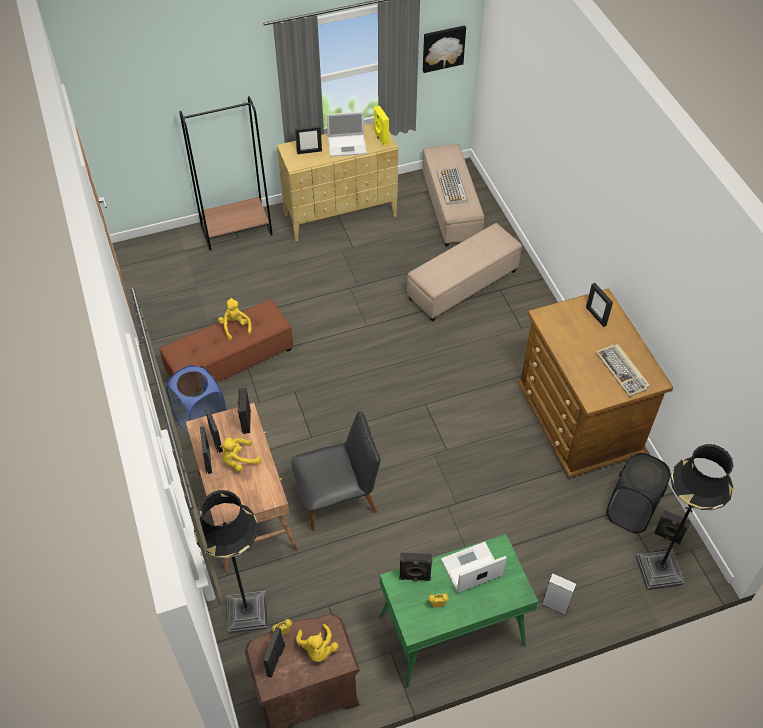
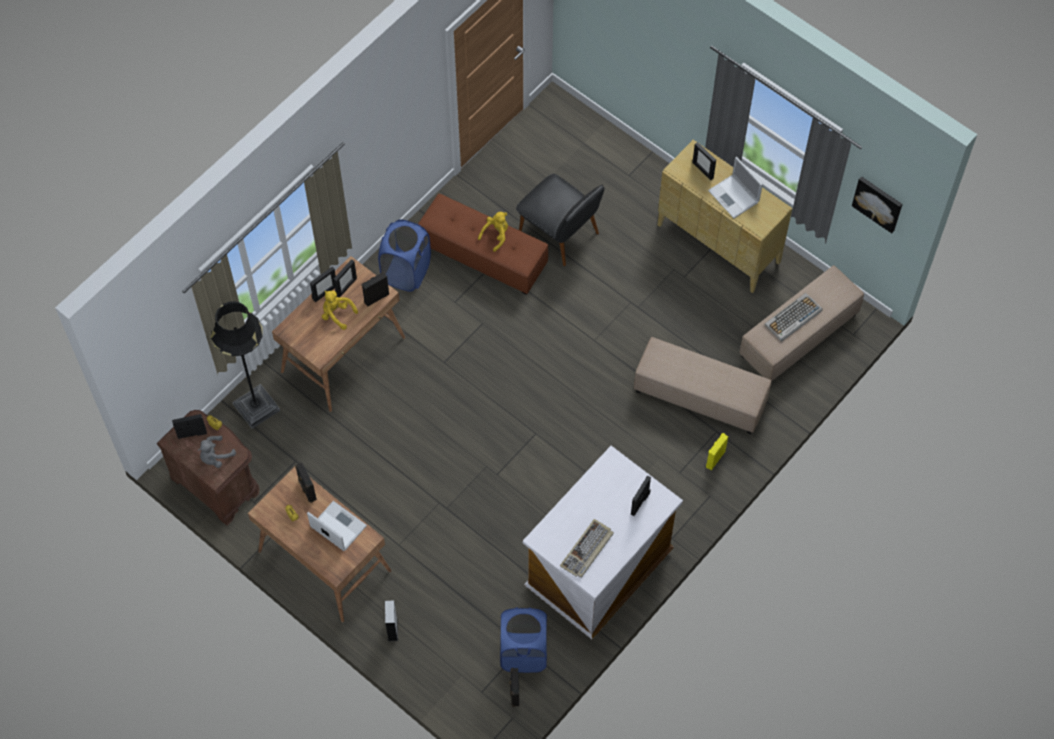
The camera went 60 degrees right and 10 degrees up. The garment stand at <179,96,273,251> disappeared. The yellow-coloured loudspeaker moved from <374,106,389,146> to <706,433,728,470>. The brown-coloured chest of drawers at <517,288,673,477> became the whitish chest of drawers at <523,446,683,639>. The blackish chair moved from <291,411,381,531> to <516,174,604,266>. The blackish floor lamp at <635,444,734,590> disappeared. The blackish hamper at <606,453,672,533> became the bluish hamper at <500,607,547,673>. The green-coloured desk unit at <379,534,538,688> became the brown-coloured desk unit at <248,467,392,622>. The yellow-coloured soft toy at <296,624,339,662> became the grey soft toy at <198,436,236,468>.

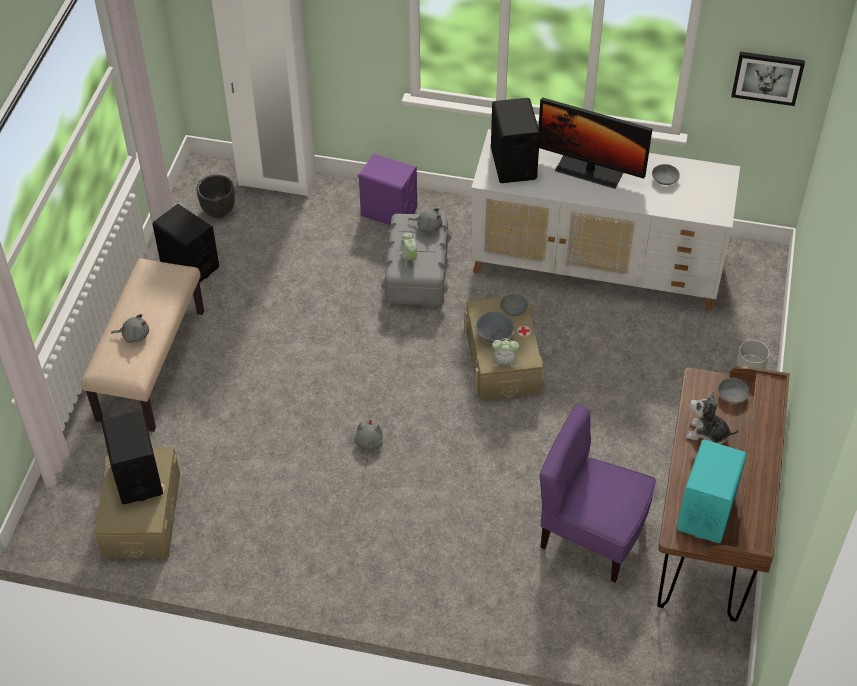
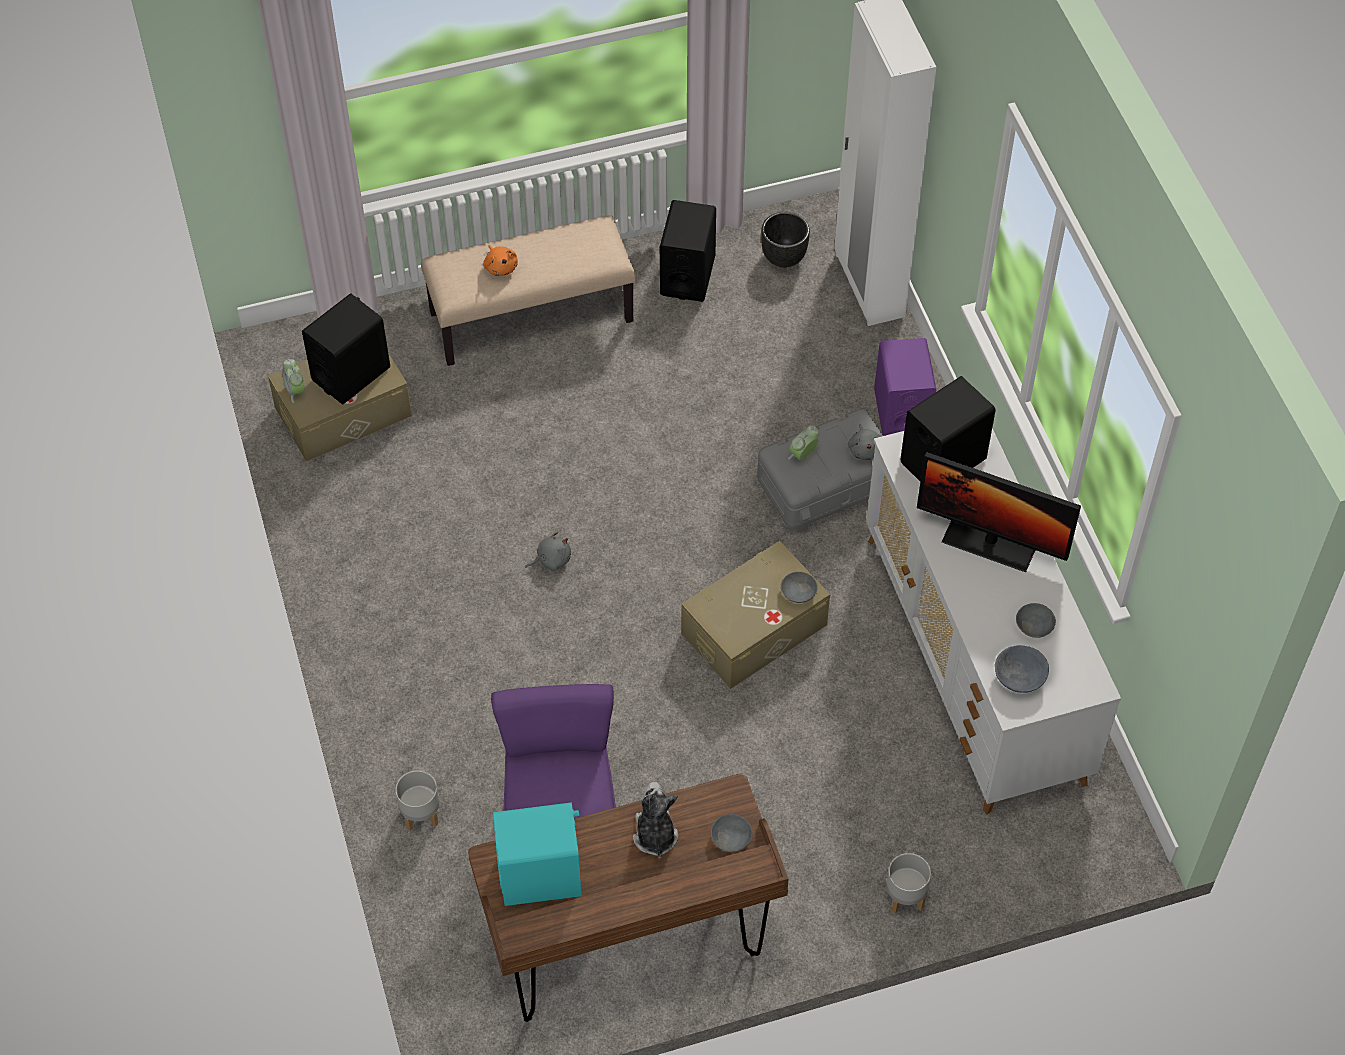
The camera went 60 degrees right and 5 degrees up. The wall art at <731,52,805,106> disappeared. The computer display at <538,97,652,189> turned 60 degrees counterclockwise. The grey deep dish moved from <476,312,513,343> to <995,645,1049,693>. The grey soft toy at <111,314,149,343> became the orangey soft toy at <483,245,518,276>. The table clock moved from <492,339,519,367> to <282,359,305,403>. The grey plant pot at <396,770,439,831> appeared.

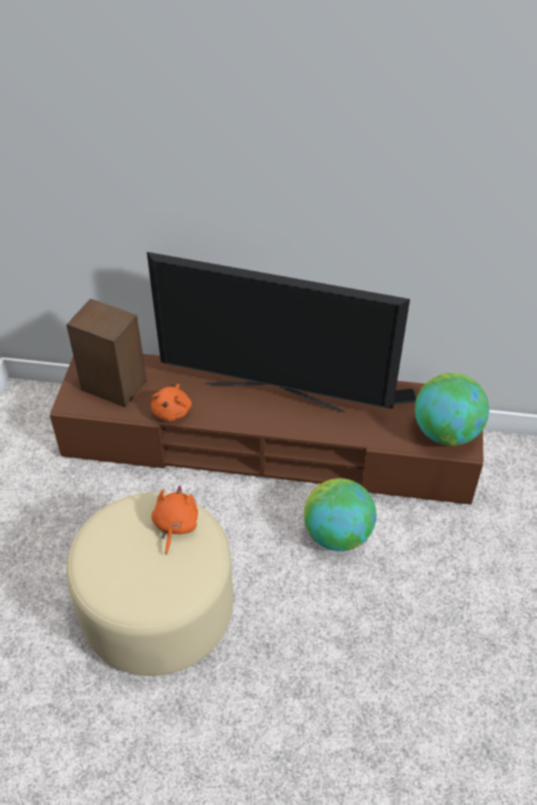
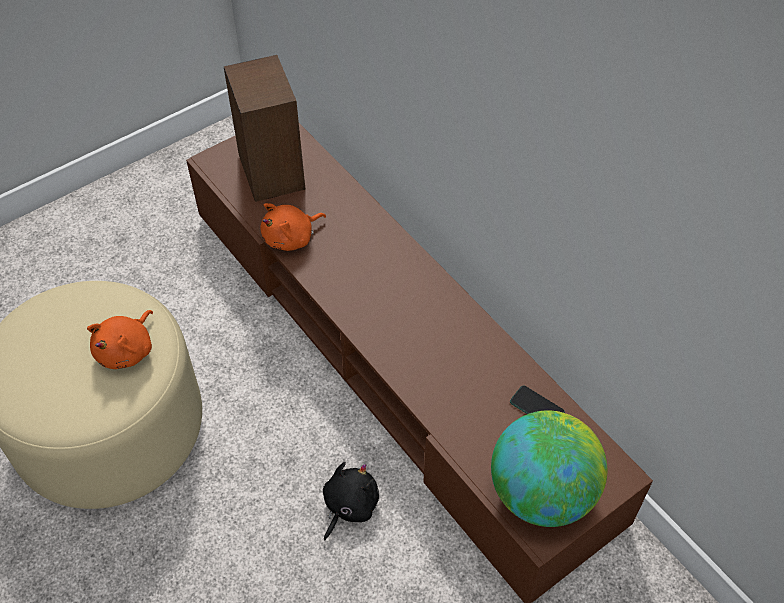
The camera went 45 degrees right and 5 degrees up. The television at <147,252,410,412> disappeared. The desk globe at <304,478,376,551> was replaced by the blackish soft toy at <323,462,379,540>. The orangey soft toy at <151,485,198,555> turned 150 degrees clockwise.

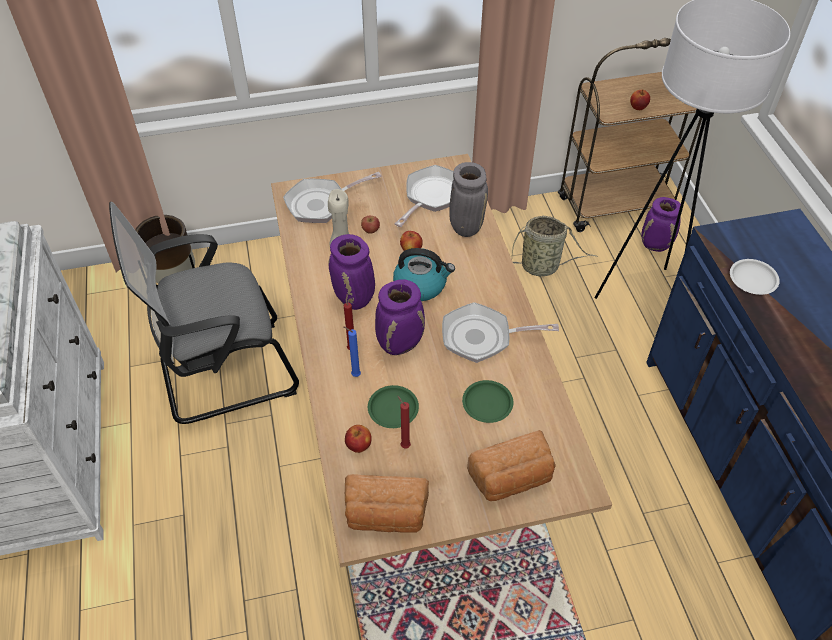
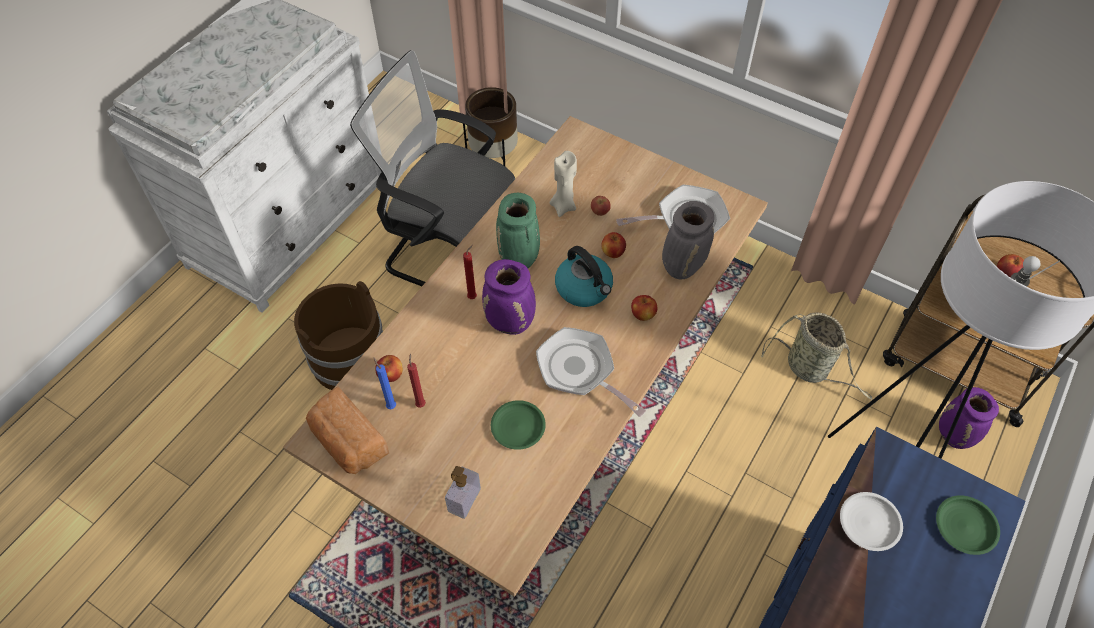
The camera went 45 degrees right and 5 degrees up. The skillet at <283,172,382,223> disappeared. The purple-coloured vase at <328,234,375,310> became the green-coloured vase at <496,193,540,268>. The bluish candle moved from <344,327,361,377> to <374,358,396,409>. The green-coloured dinner plate moved from <368,385,419,428> to <936,495,1000,555>. The bakery bread at <467,430,556,501> was replaced by the soap dispenser at <445,466,481,519>. The brown-coloured pail at <294,281,383,390> appeared. The whole apple at <631,295,658,321> appeared.

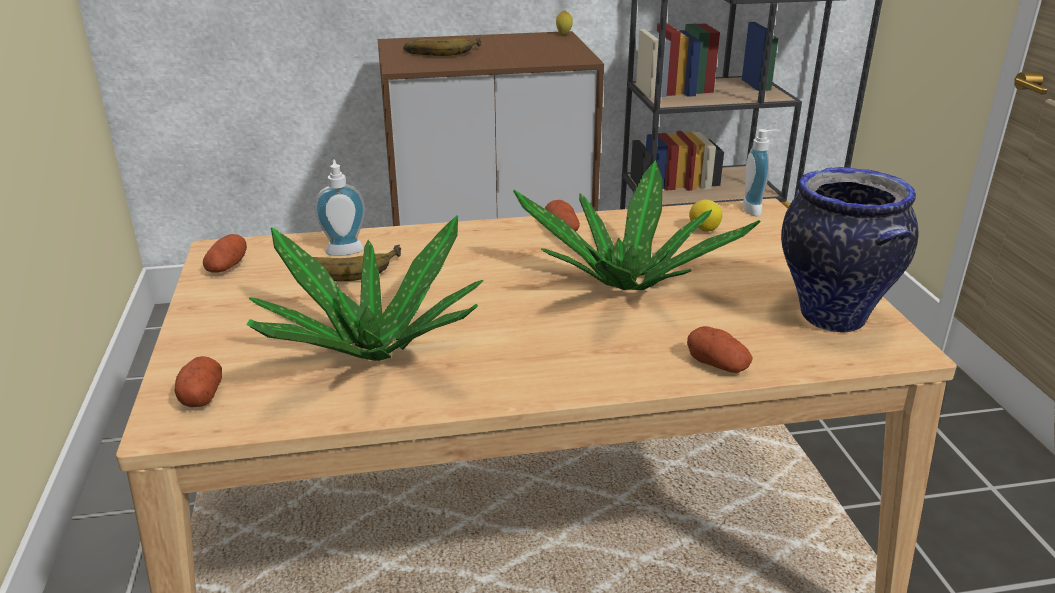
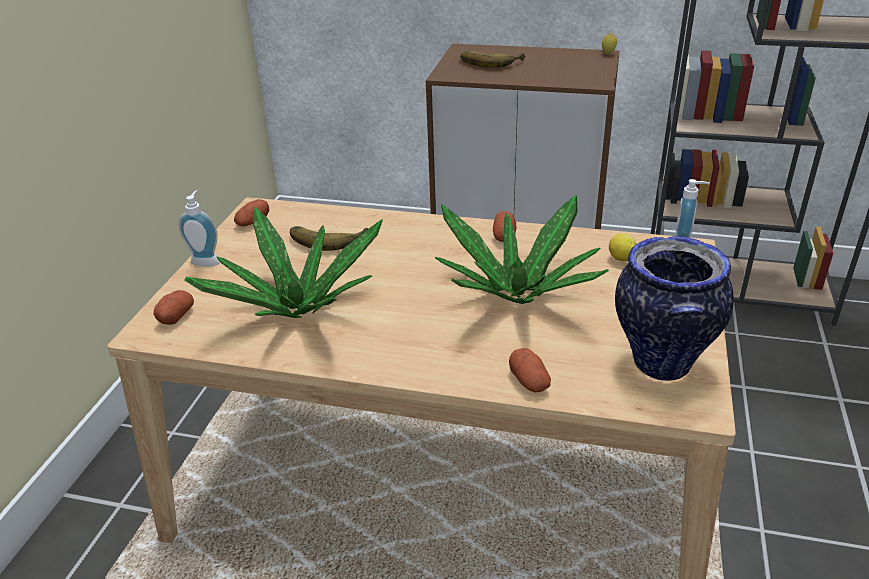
The camera went 25 degrees right and 5 degrees up. The soap dispenser moved from <315,159,365,256> to <178,190,220,267>.

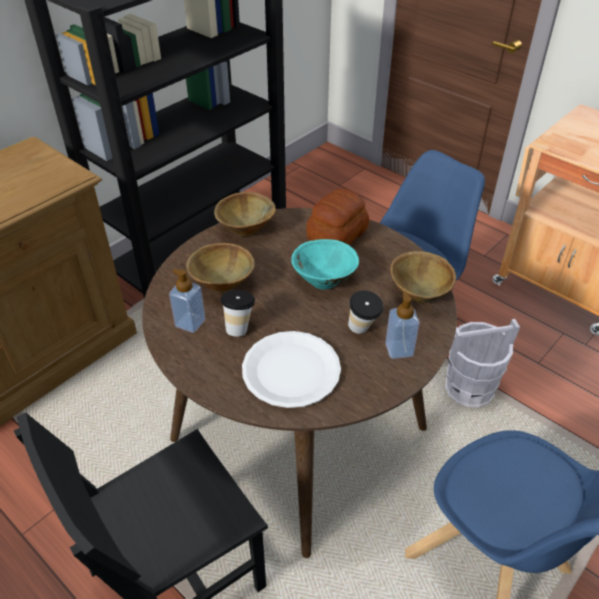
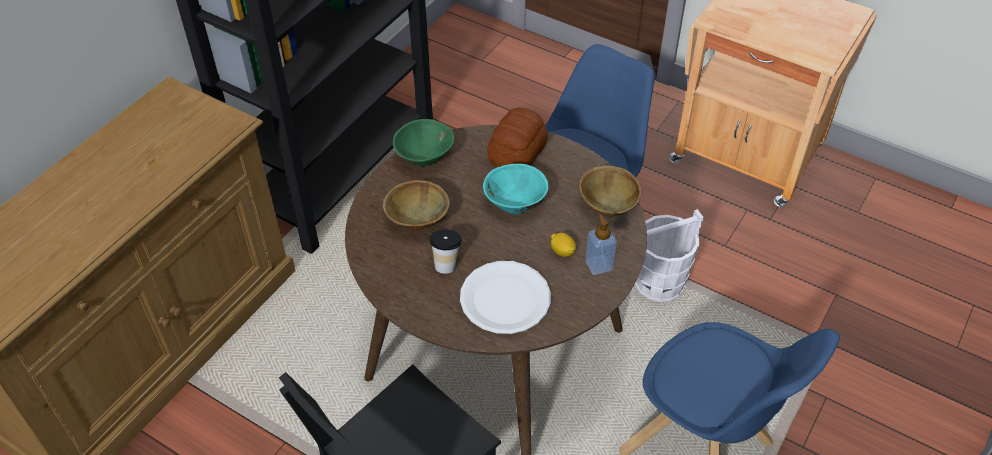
The camera went 10 degrees left and 5 degrees up. The brown-coloured deep dish at <214,192,276,236> became the green-coloured deep dish at <393,119,455,166>. The soap dispenser at <169,269,205,333> disappeared. The small cup at <348,290,384,334> was replaced by the lemon at <551,233,576,257>.

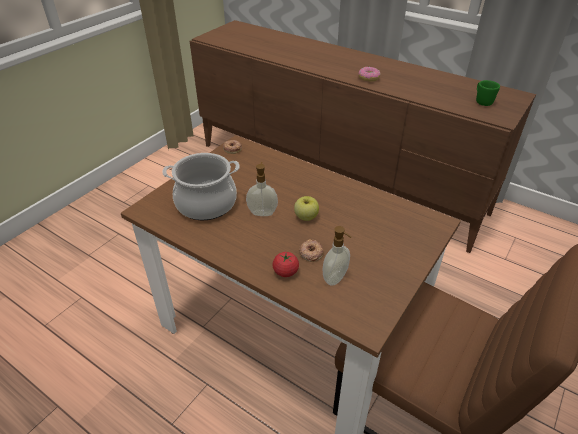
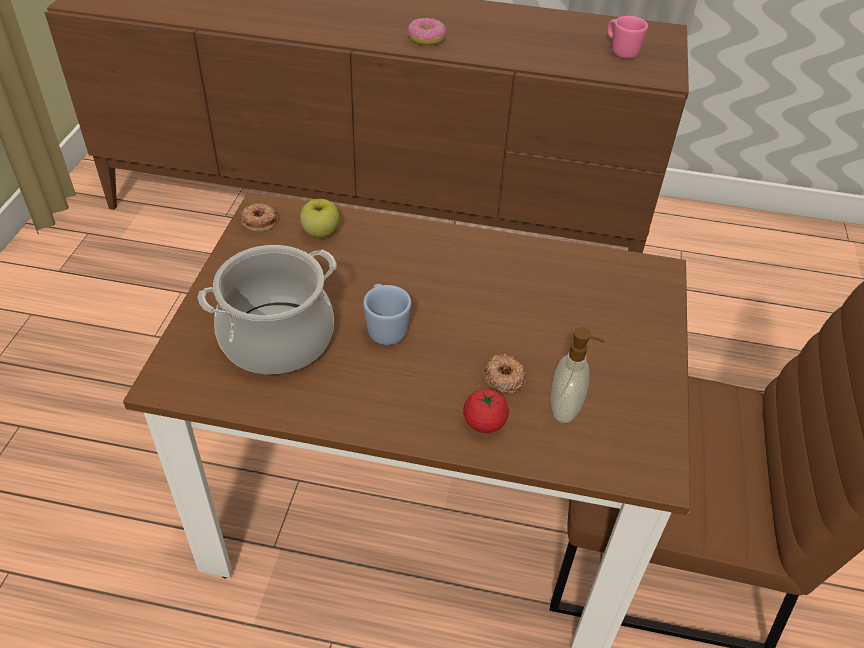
The camera went 25 degrees left and 5 degrees up. The green-coloured mug at <476,80,500,106> became the pink mug at <607,16,648,59>. The soap dispenser at <246,162,278,216> was replaced by the bluish mug at <363,284,411,345>. The whole apple moved from <294,196,319,221> to <300,199,340,238>.

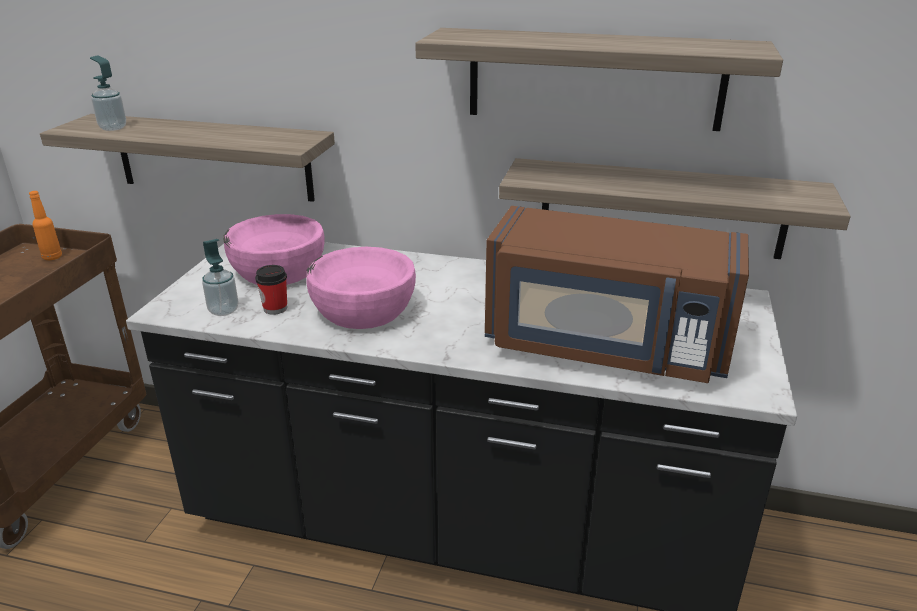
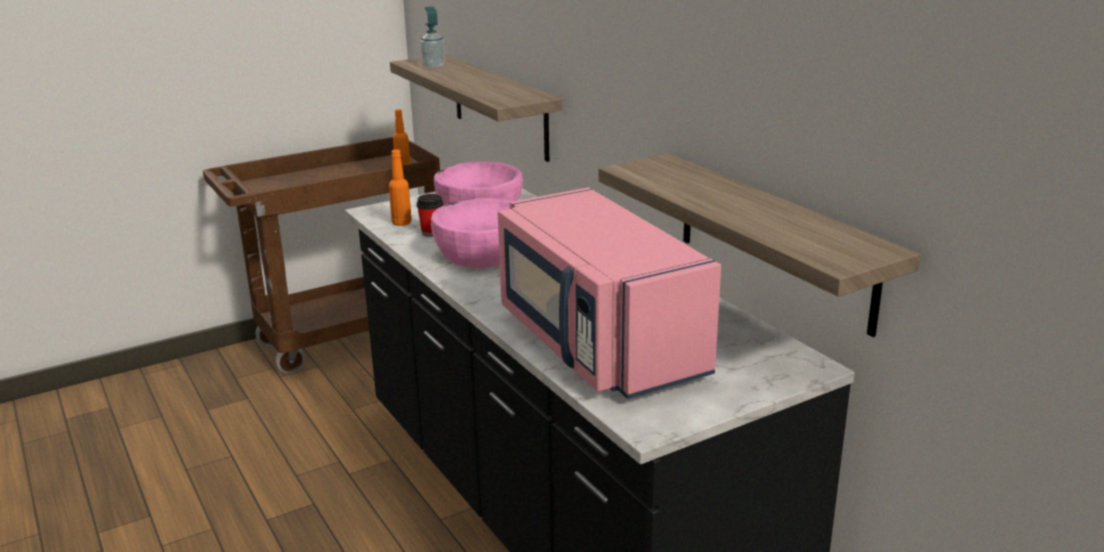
The camera went 45 degrees right and 5 degrees down. The shelf at <415,28,783,131> disappeared. The brown-coloured microwave oven at <485,206,749,383> became the pink microwave oven at <498,187,721,399>. The soap dispenser at <202,239,238,316> was replaced by the orangey beverage bottle at <389,150,412,226>.

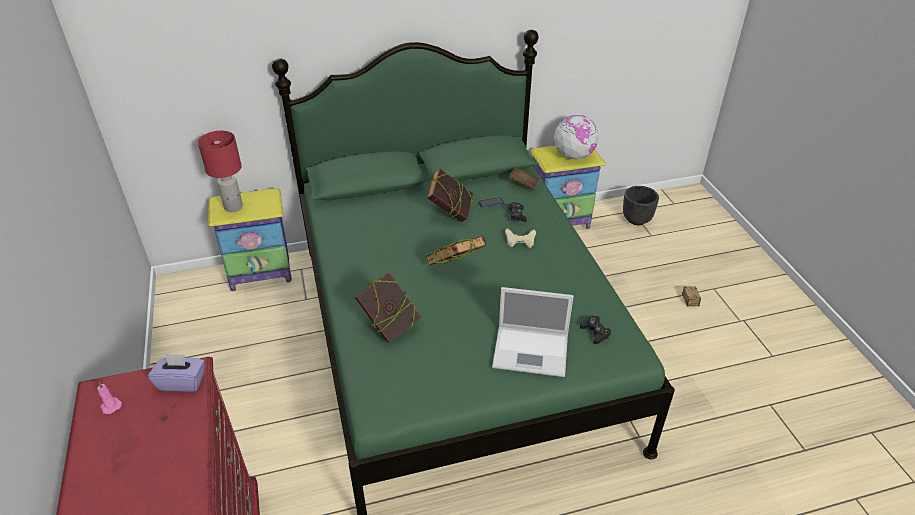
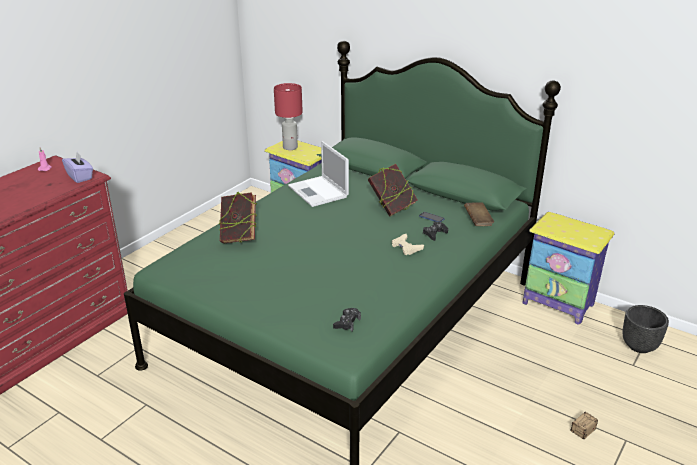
The camera went 50 degrees right and 10 degrees down. The desk globe at <554,115,598,160> disappeared. The bound book at <425,236,486,266> disappeared. The notebook computer moved from <492,287,573,377> to <288,141,349,207>.

